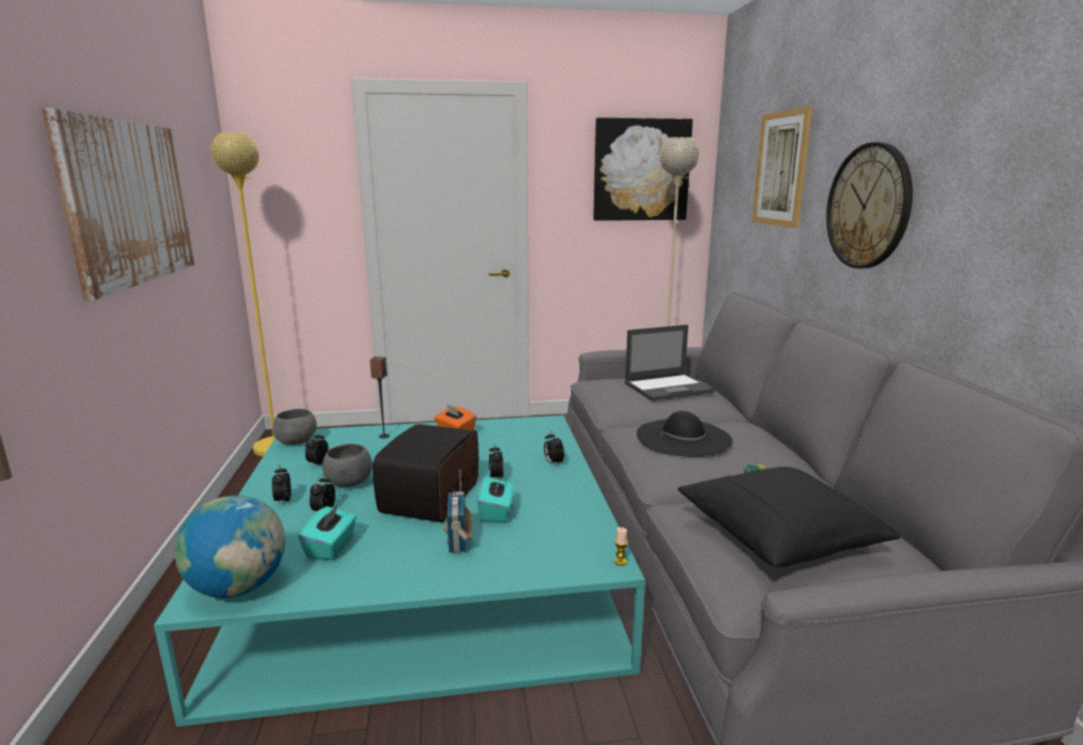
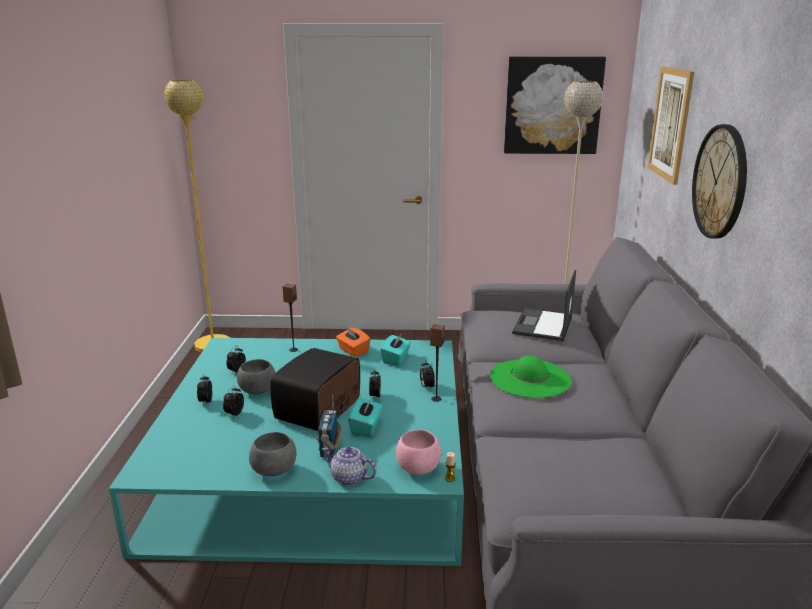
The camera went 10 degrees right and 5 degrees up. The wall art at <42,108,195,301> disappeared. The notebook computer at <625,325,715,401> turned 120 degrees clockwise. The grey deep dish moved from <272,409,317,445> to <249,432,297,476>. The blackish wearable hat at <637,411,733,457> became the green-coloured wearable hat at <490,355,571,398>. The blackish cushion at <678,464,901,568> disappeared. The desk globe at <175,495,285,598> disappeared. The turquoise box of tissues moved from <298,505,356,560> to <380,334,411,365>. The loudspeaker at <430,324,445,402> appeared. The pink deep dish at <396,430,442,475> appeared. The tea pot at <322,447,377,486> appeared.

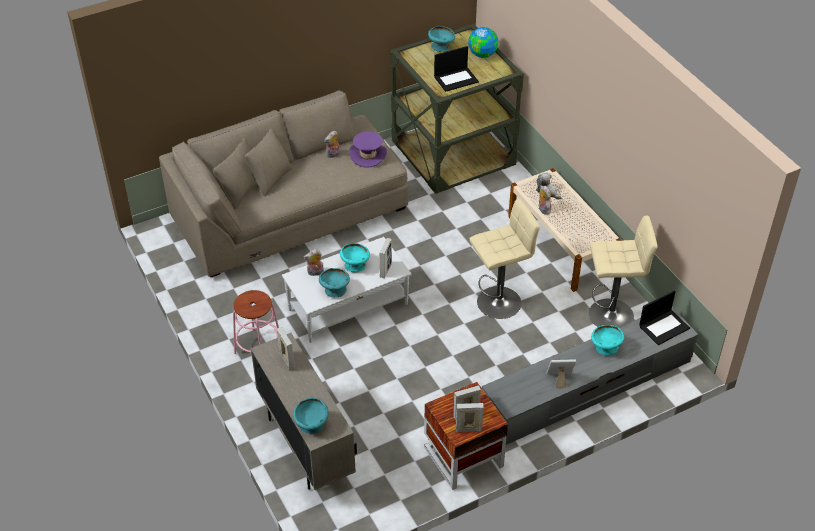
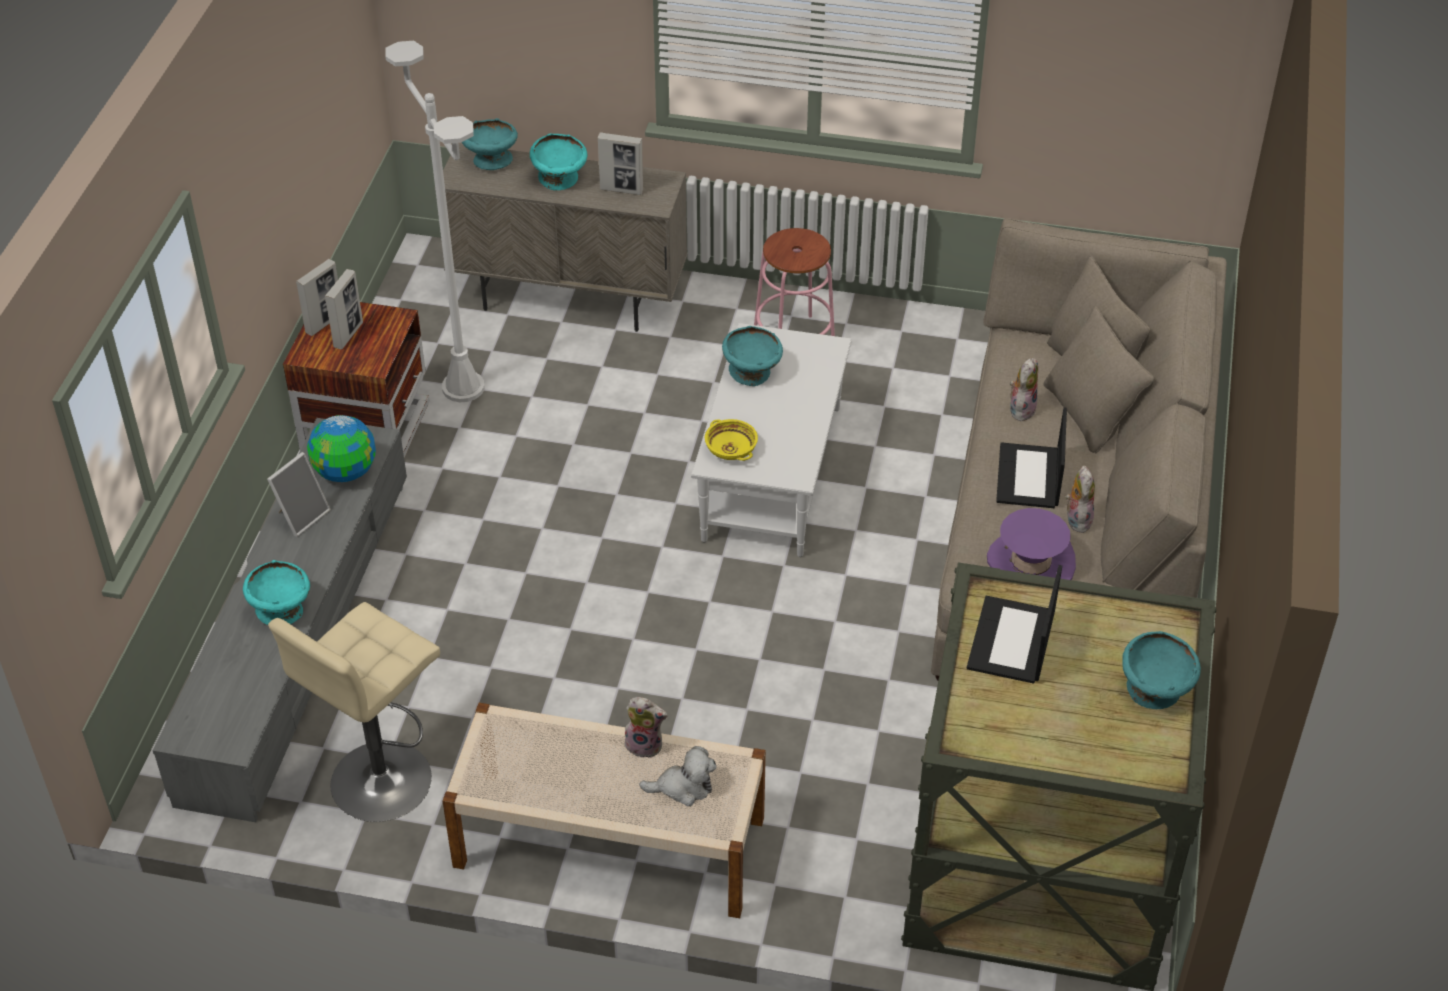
The camera went 130 degrees right and 0 degrees up. The desk globe moved from <468,27,498,58> to <307,415,376,482>. The beige-coloured sitting stool at <469,199,540,319> disappeared. The photo frame at <379,238,392,278> was replaced by the yellow-coloured deep dish at <705,419,758,461>. The turquoise deep dish moved from <340,243,370,272> to <530,133,588,190>. The soft toy moved from <303,249,324,276> to <1010,358,1038,421>. The notebook computer moved from <639,290,690,345> to <996,407,1067,508>. The whitish floor lamp at <385,41,485,402> appeared.

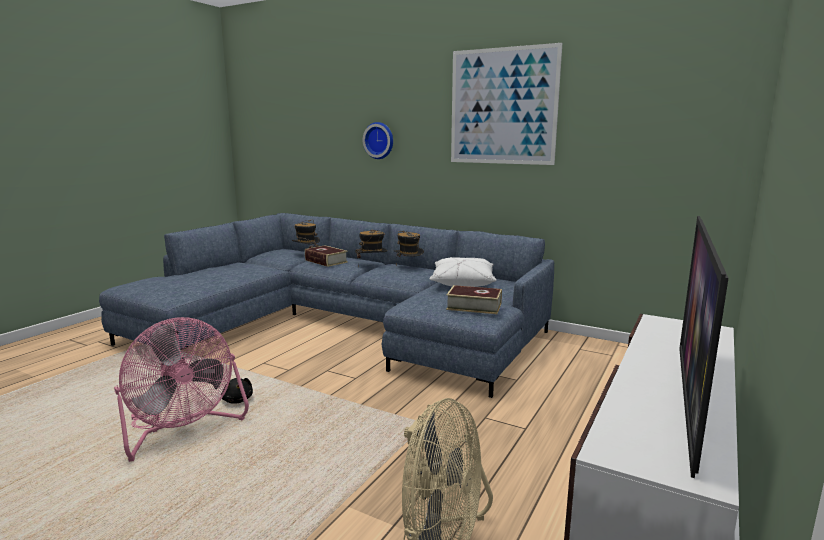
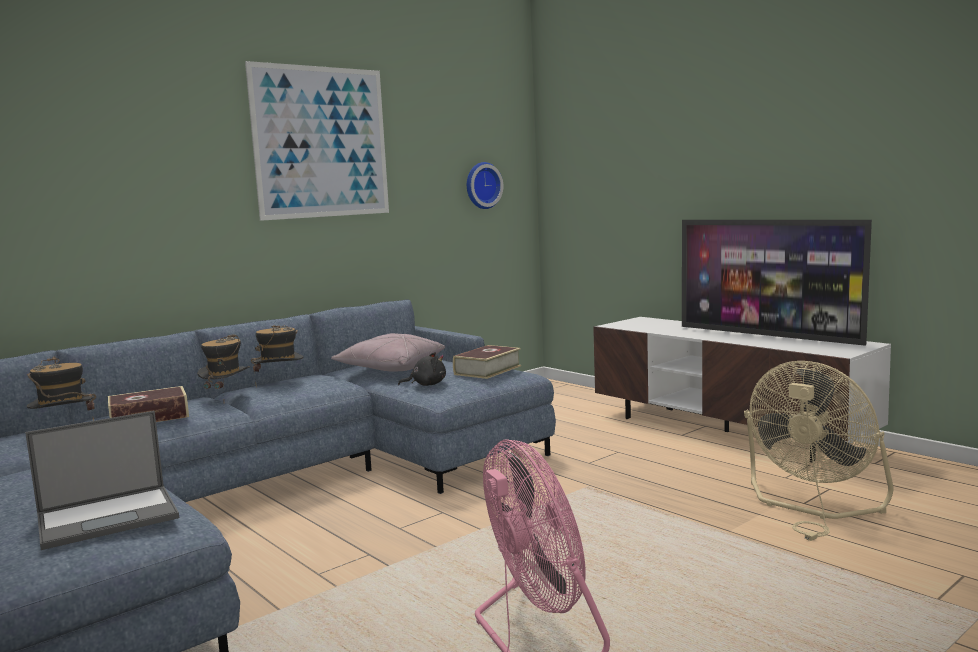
The camera went 70 degrees left and 5 degrees down. The hanging clock moved from <363,122,393,159> to <467,162,503,209>. The whitish cushion at <429,257,497,287> became the purple-coloured cushion at <331,333,445,372>. The blackish soft toy moved from <221,378,253,404> to <398,352,446,386>. The notebook computer at <25,411,179,550> appeared.

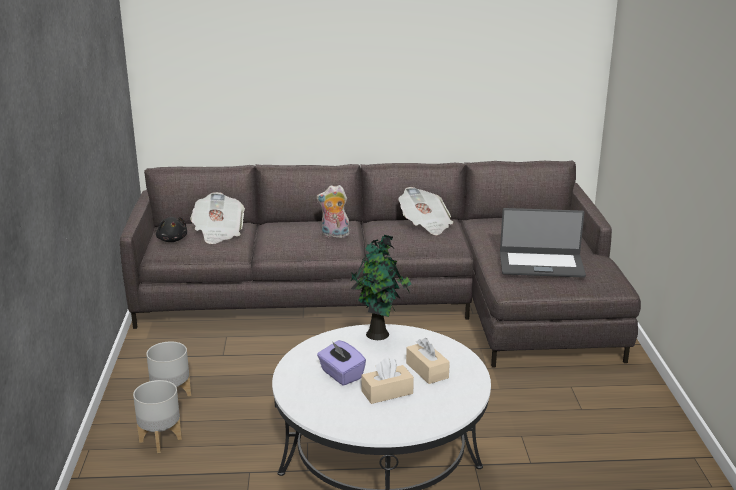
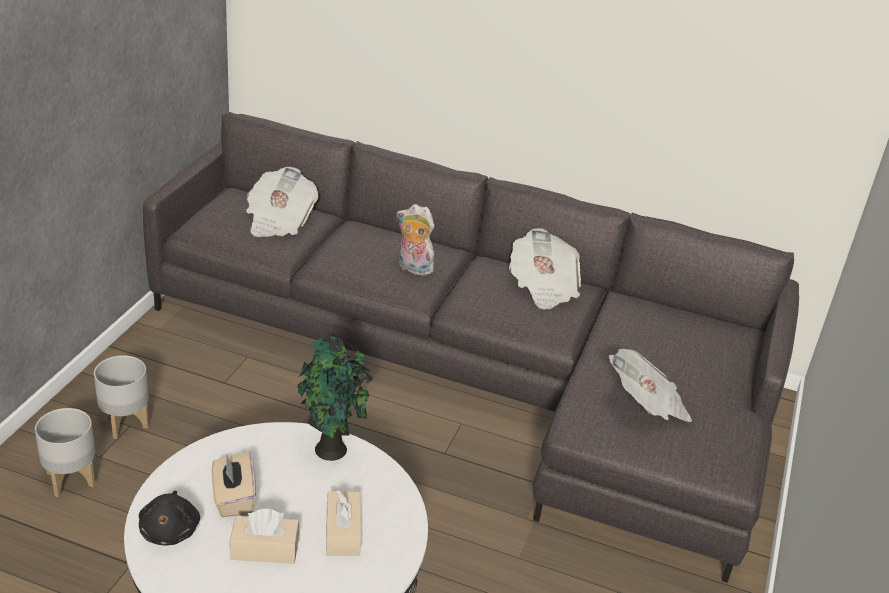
The camera went 20 degrees right and 10 degrees up. The notebook computer at <500,208,586,278> was replaced by the printed paper at <609,349,692,422>. The blackish soft toy moved from <156,217,187,242> to <139,491,200,546>. The purple-coloured box of tissues at <317,340,366,386> became the beige-coloured box of tissues at <212,451,256,517>.

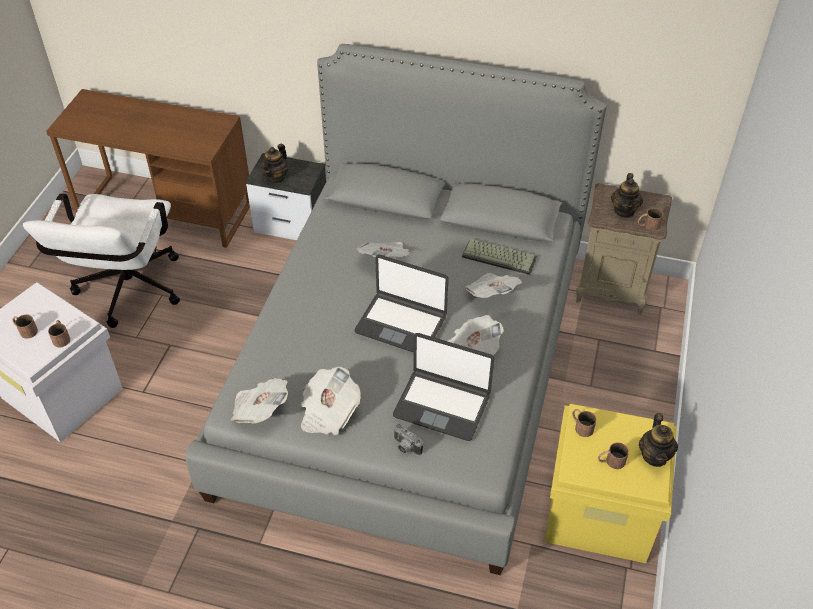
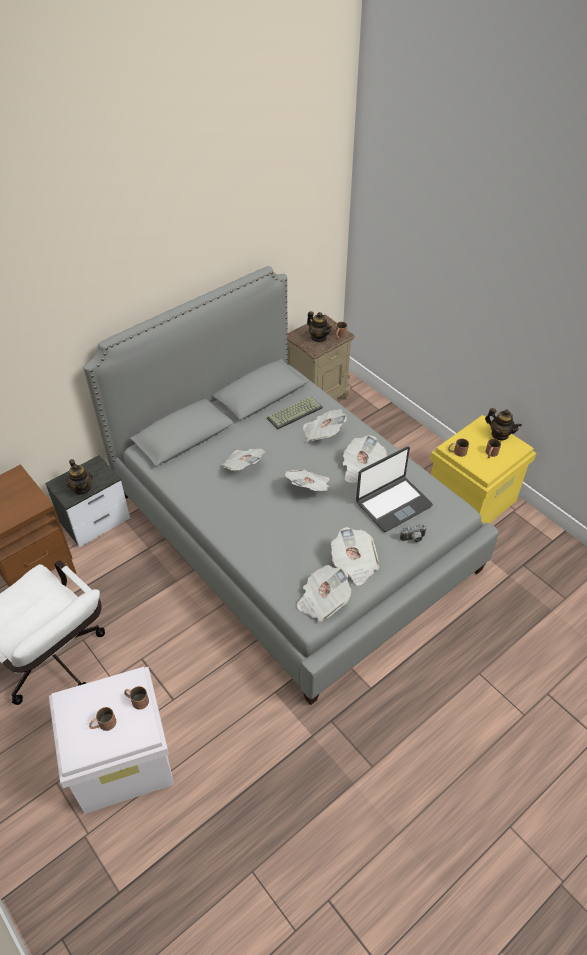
The camera went 55 degrees left and 0 degrees up. The notebook computer at <355,255,448,353> was replaced by the printed paper at <285,470,330,491>.

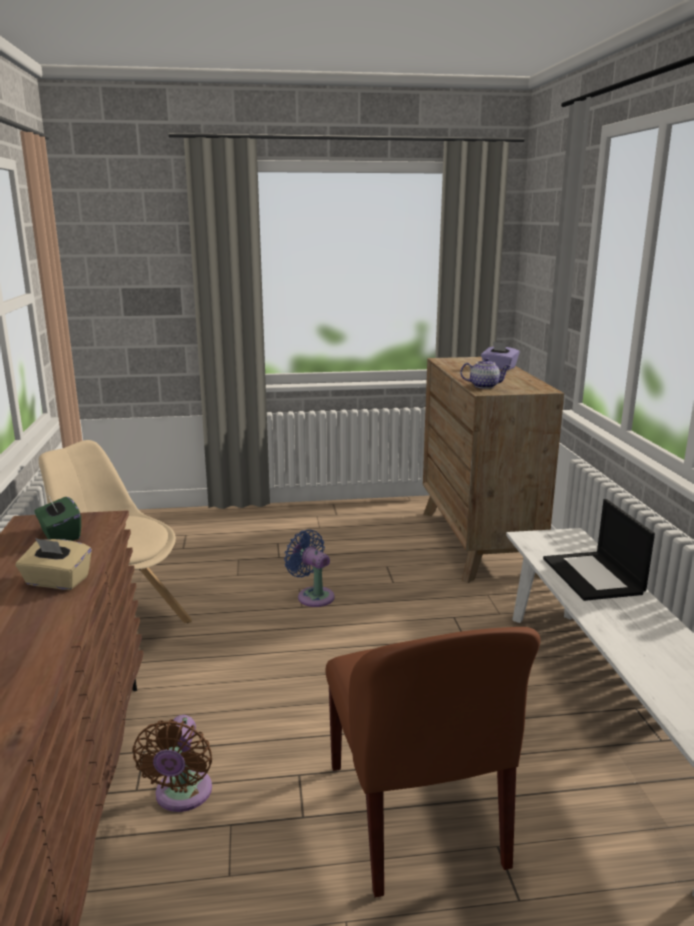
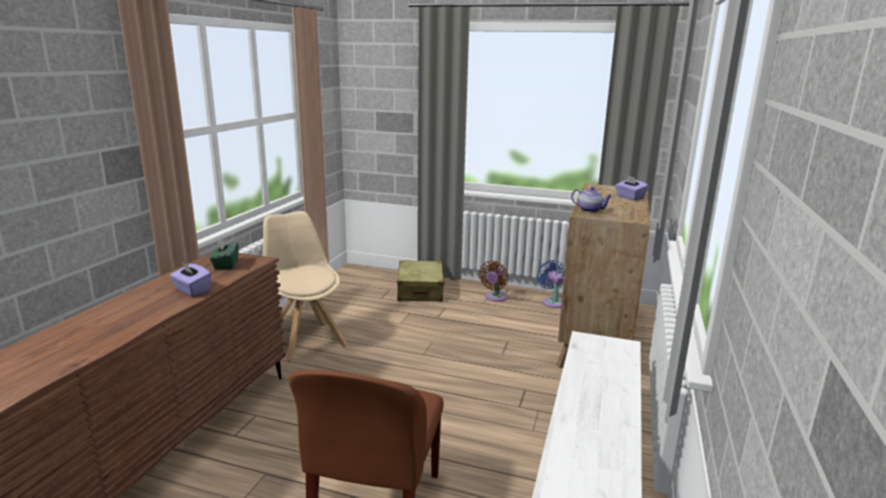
The camera went 25 degrees right and 0 degrees up. The notebook computer at <543,499,655,601> disappeared. The bluish electric fan moved from <284,529,335,607> to <537,260,565,308>. The beige-coloured box of tissues at <16,538,92,590> became the purple-coloured box of tissues at <170,262,211,296>. The brown-coloured electric fan moved from <132,715,212,812> to <479,261,508,302>. The beige-coloured travel case at <397,260,445,302> appeared.

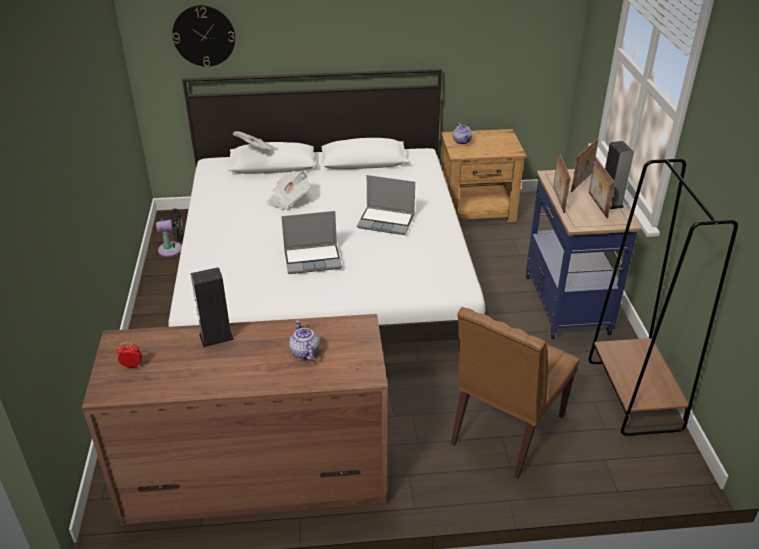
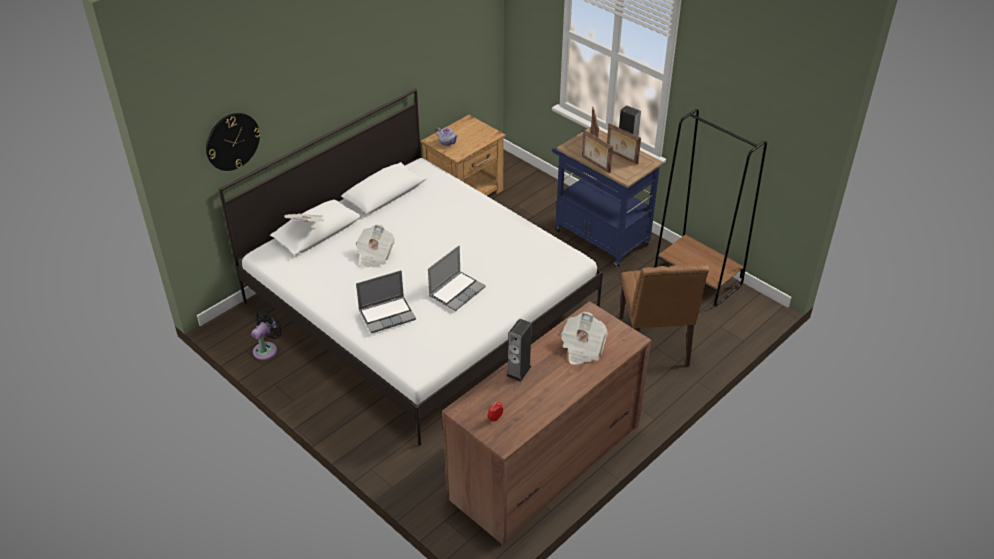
The camera went 40 degrees left and 5 degrees up. The notebook computer moved from <357,175,415,235> to <356,270,416,333>. The tea pot at <289,320,320,361> was replaced by the printed paper at <561,312,608,365>.

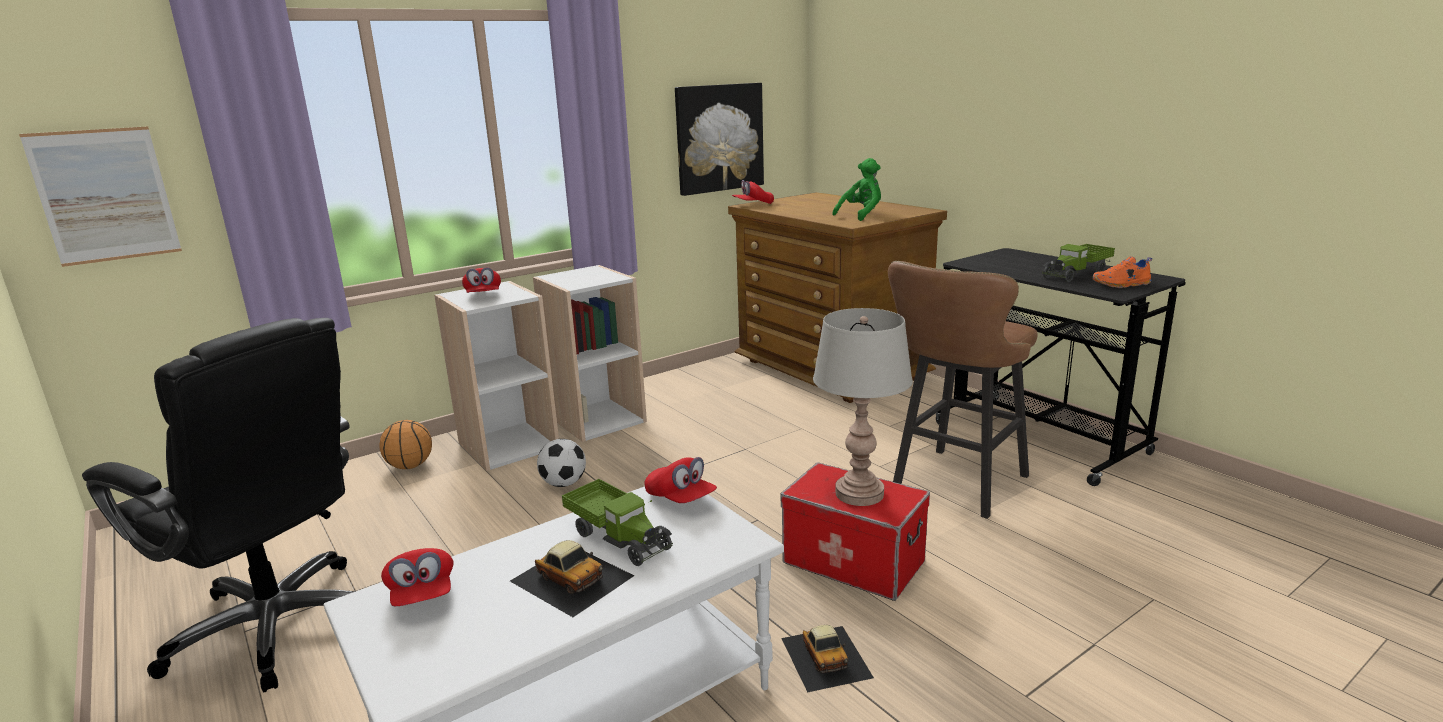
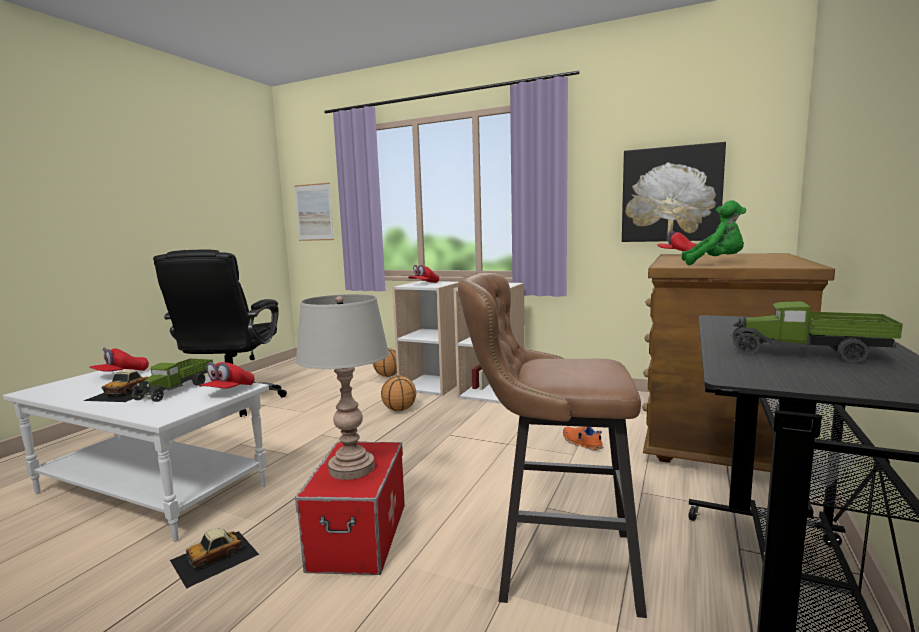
The camera went 60 degrees right and 10 degrees down. The orangey shoe moved from <1092,256,1152,288> to <563,427,603,450>. The football ball at <537,439,586,487> was replaced by the ball for basketball at <381,376,416,411>.

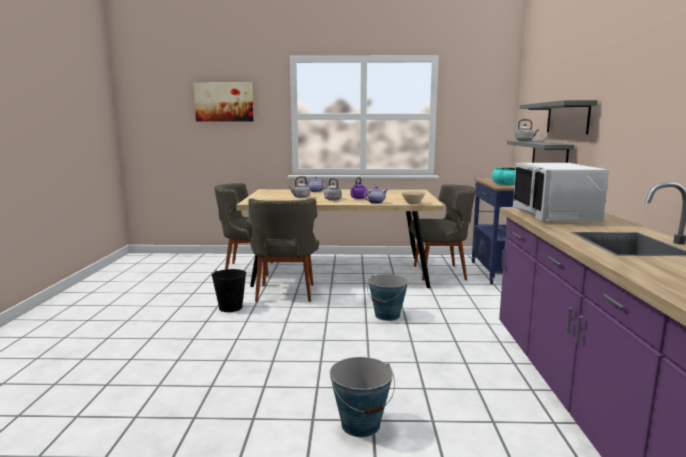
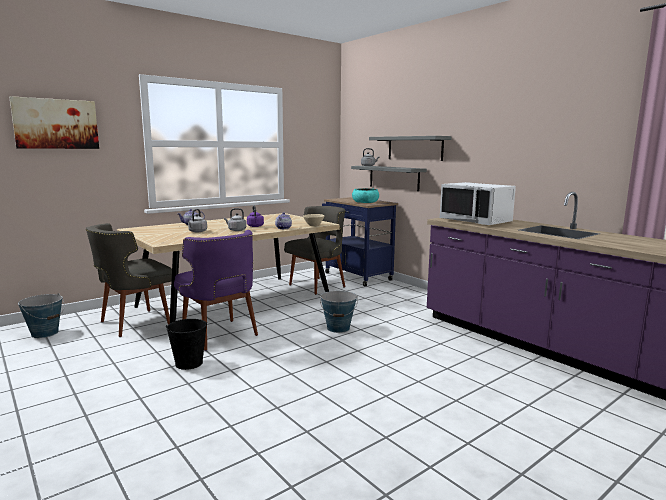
The camera went 40 degrees left and 0 degrees up. The grey chair at <248,198,319,302> became the purple-coloured chair at <174,230,258,351>. The pail moved from <330,357,395,437> to <18,293,65,338>.

